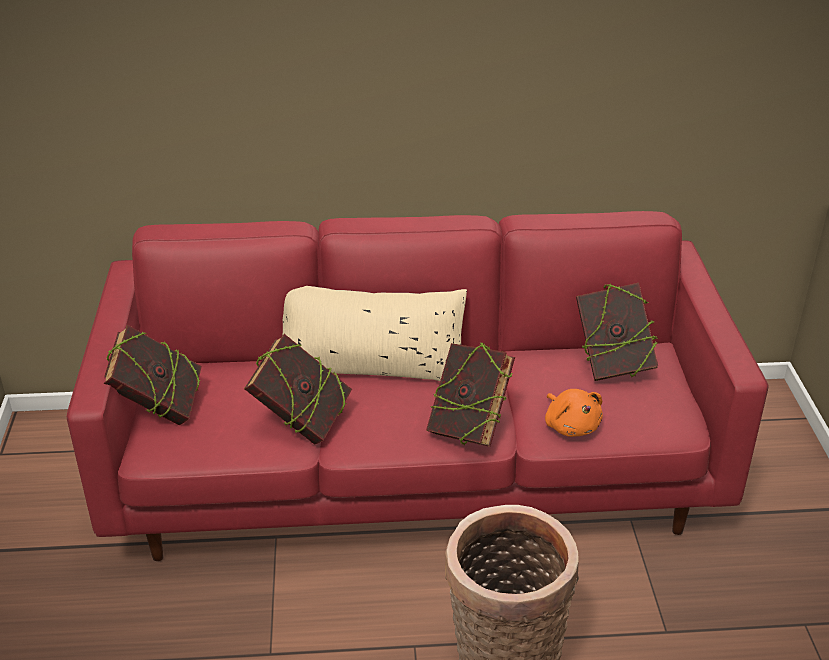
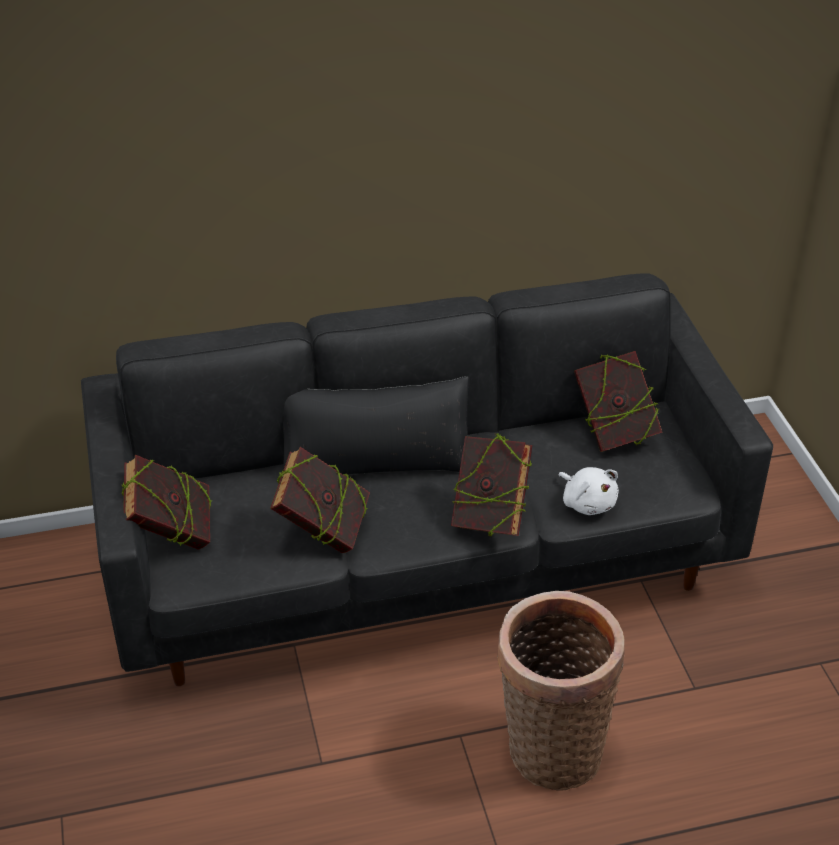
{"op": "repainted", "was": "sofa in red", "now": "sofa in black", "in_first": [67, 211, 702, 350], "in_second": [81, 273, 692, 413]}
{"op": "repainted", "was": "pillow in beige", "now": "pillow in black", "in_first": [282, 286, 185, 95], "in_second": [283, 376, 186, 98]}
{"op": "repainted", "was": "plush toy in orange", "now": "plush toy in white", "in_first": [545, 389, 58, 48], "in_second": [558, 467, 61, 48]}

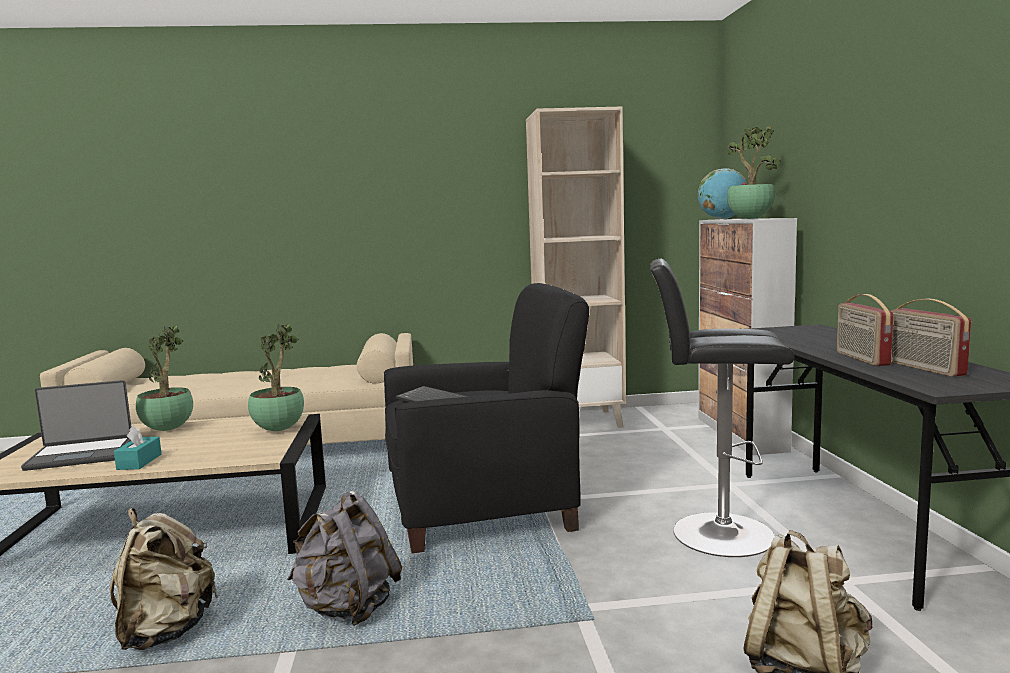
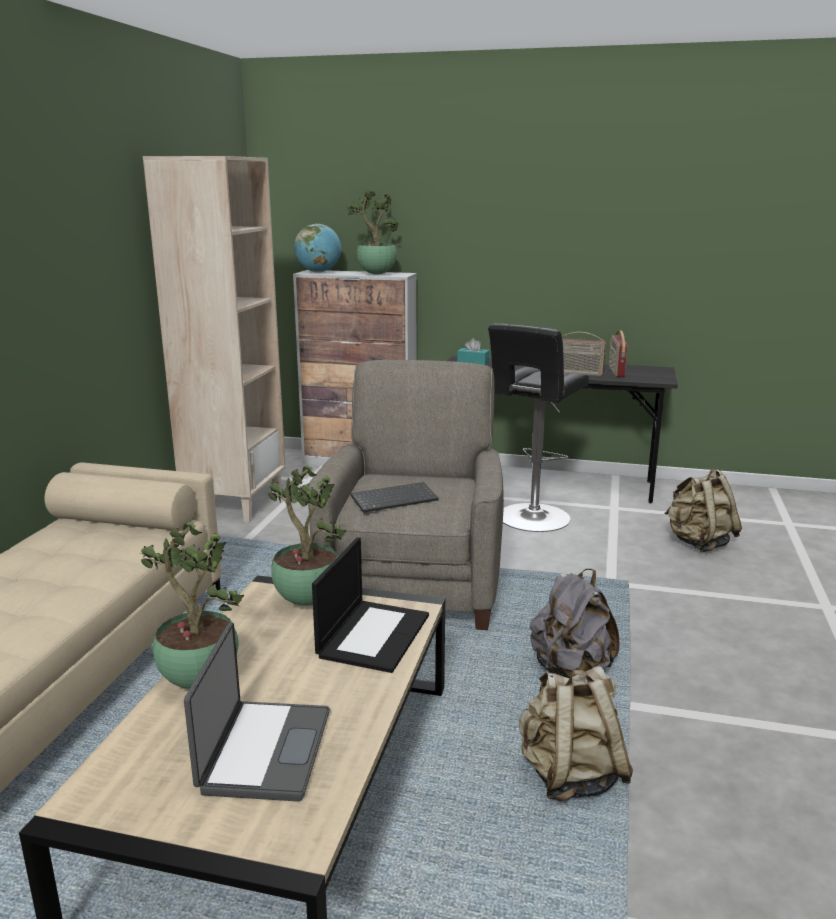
{"op": "shifted", "was": "tissue box in turquoise", "in_first": [114, 425, 48, 45], "in_second": [457, 338, 33, 27]}
{"op": "repainted", "was": "armchair in black", "now": "armchair in beige", "in_first": [384, 283, 205, 270], "in_second": [308, 360, 196, 270]}
{"op": "rotated", "was": "radio", "in_first": [891, 299, 80, 78], "in_second": [609, 330, 19, 48], "clockwise": 90}
{"op": "new", "now": "laptop", "in_second": [312, 537, 117, 136]}

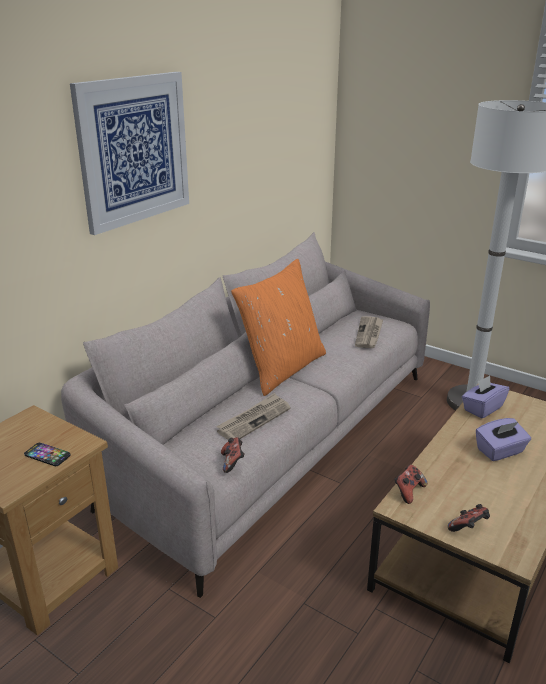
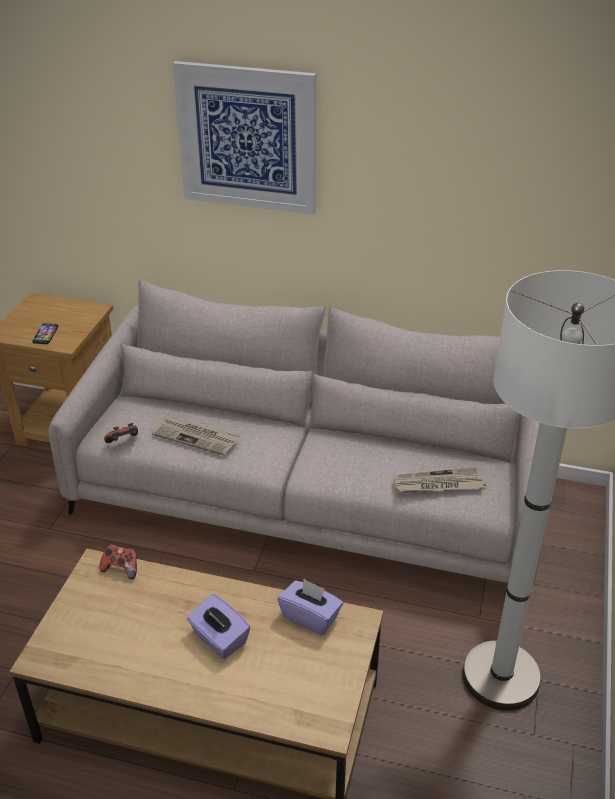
{"op": "gone", "was": "pillow in orange", "in_first": [231, 259, 95, 137]}
{"op": "gone", "was": "game controller", "in_first": [448, 504, 42, 28]}

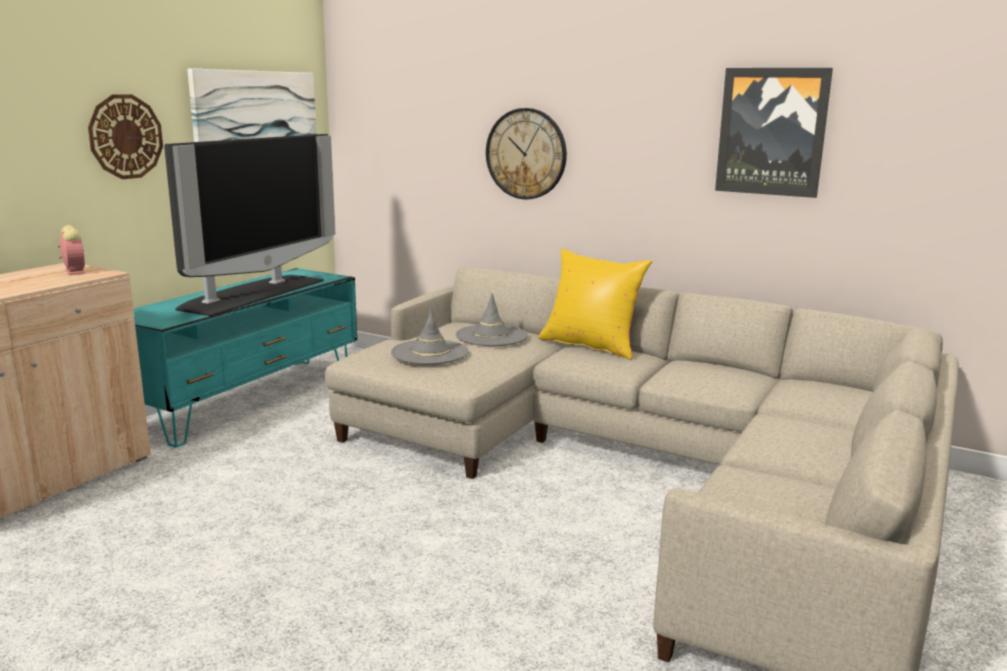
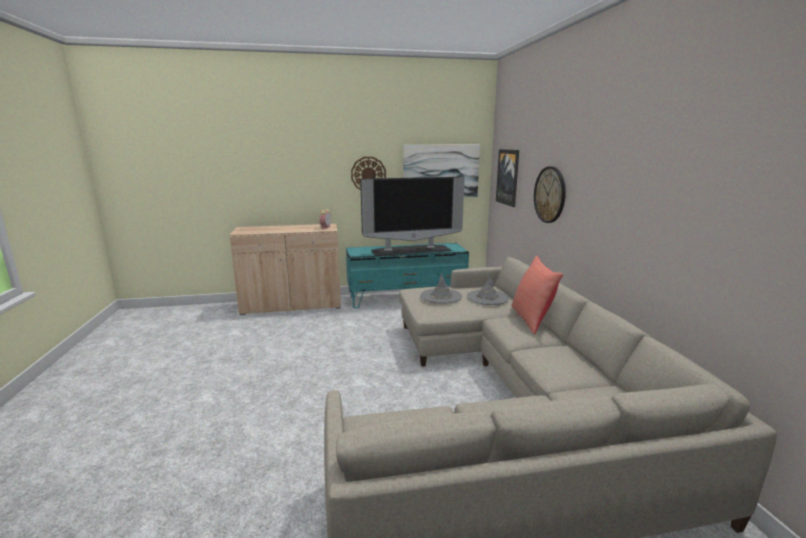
{"op": "repainted", "was": "pillow in yellow", "now": "pillow in red", "in_first": [538, 248, 114, 112], "in_second": [511, 256, 52, 78]}
{"op": "shifted", "was": "picture", "in_first": [715, 68, 118, 130], "in_second": [496, 149, 23, 58]}

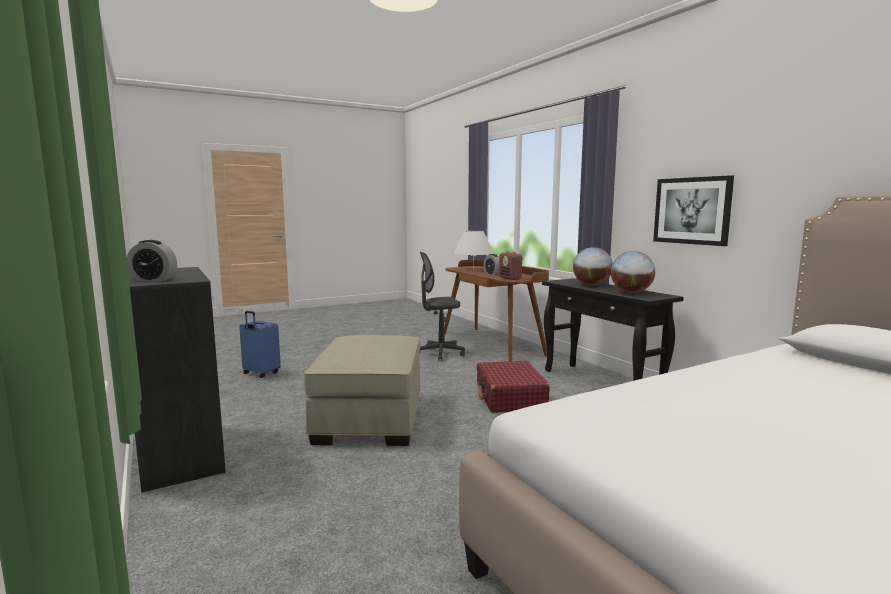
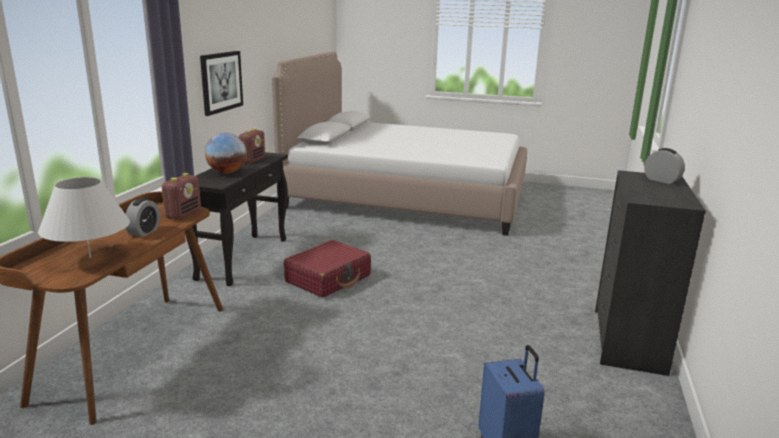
{"op": "gone", "was": "ottoman in beige", "in_first": [304, 335, 117, 111]}
{"op": "gone", "was": "office chair in grey", "in_first": [419, 252, 46, 109]}
{"op": "swapped", "was": "globe", "now": "radio", "in_first": [611, 251, 44, 42], "in_second": [239, 128, 26, 35]}

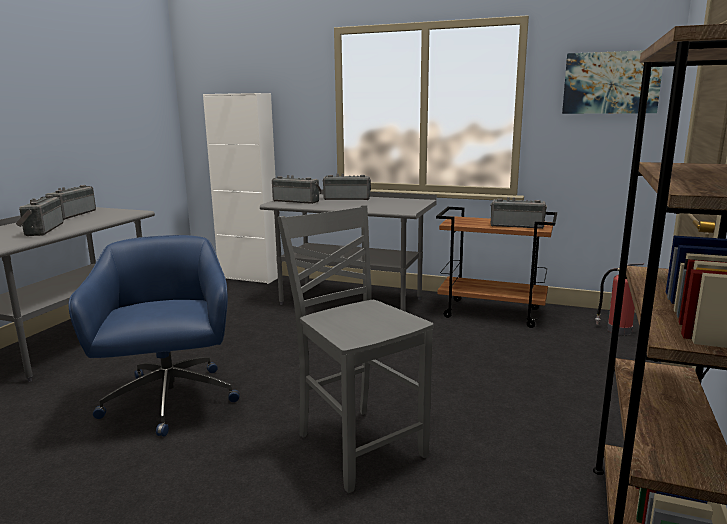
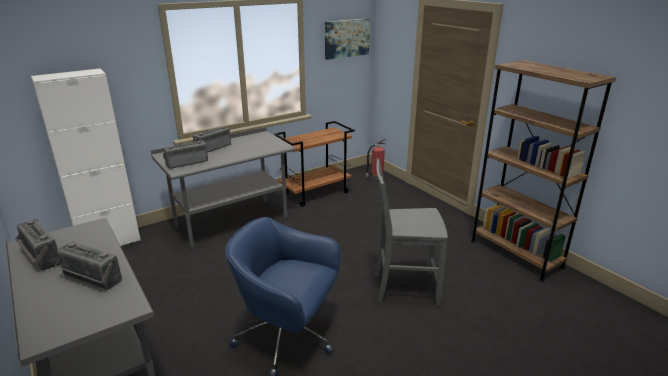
{"op": "gone", "was": "radio", "in_first": [491, 197, 56, 32]}

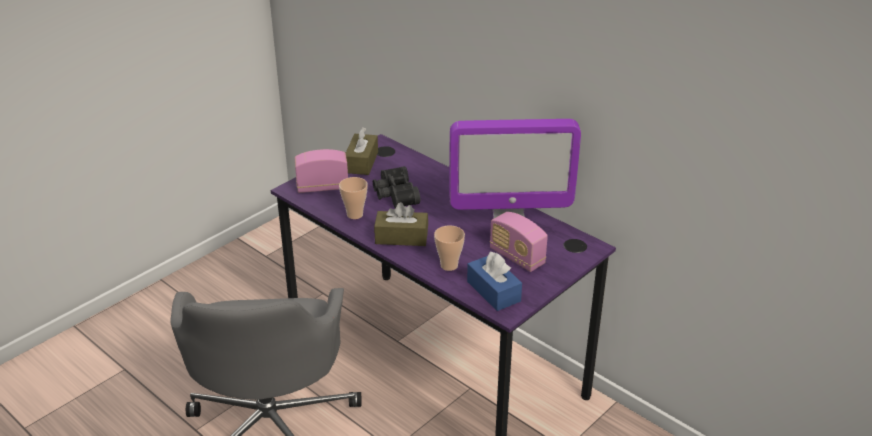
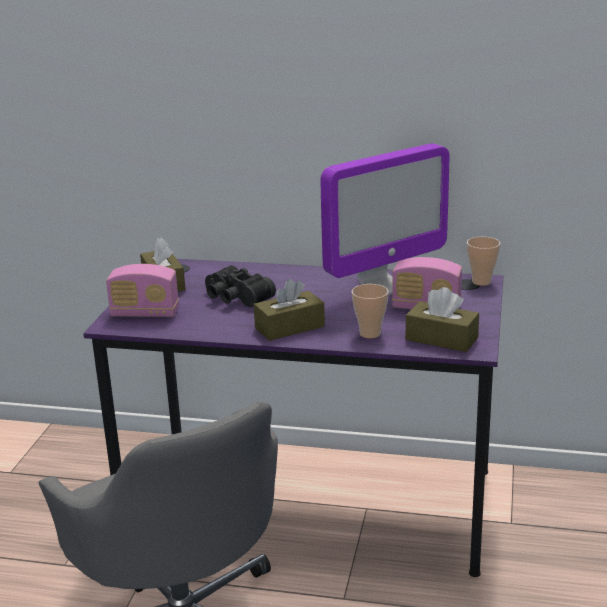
{"op": "rotated", "was": "radio", "in_first": [295, 149, 53, 44], "in_second": [106, 264, 73, 53], "clockwise": -135}
{"op": "shifted", "was": "cup", "in_first": [339, 177, 29, 42], "in_second": [467, 237, 34, 49]}
{"op": "repainted", "was": "tissue box in blue", "now": "tissue box in brown", "in_first": [467, 252, 55, 59], "in_second": [406, 287, 73, 65]}

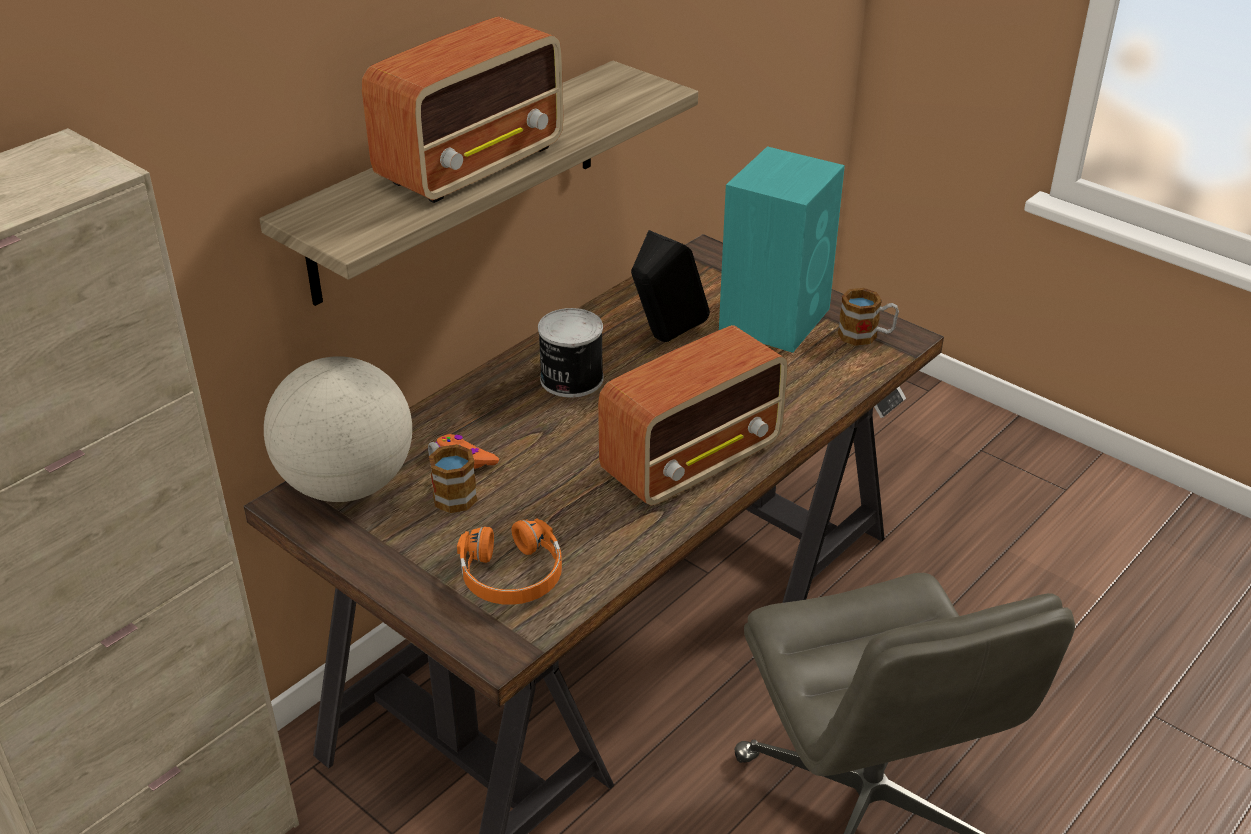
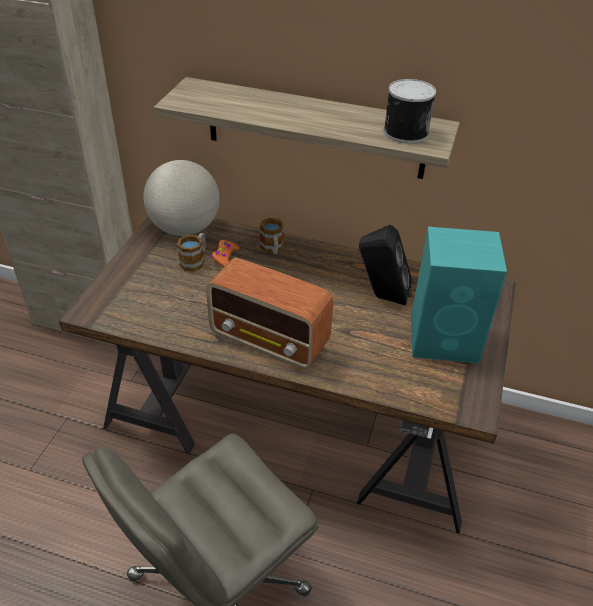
{"op": "gone", "was": "radio", "in_first": [362, 16, 202, 187]}
{"op": "gone", "was": "headphones in orange", "in_first": [457, 518, 105, 87]}
{"op": "shifted", "was": "can", "in_first": [538, 308, 66, 90], "in_second": [384, 79, 52, 65]}
{"op": "shifted", "was": "mug", "in_first": [838, 288, 61, 58], "in_second": [260, 218, 24, 37]}

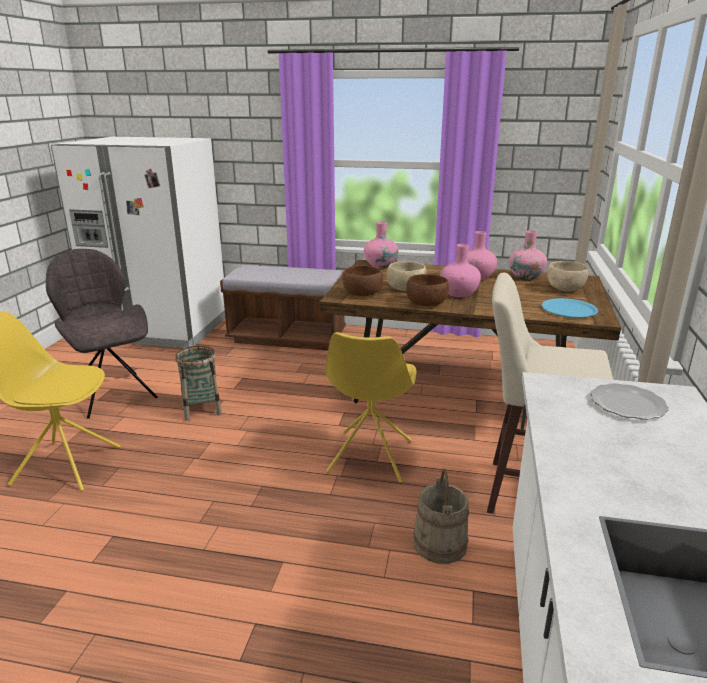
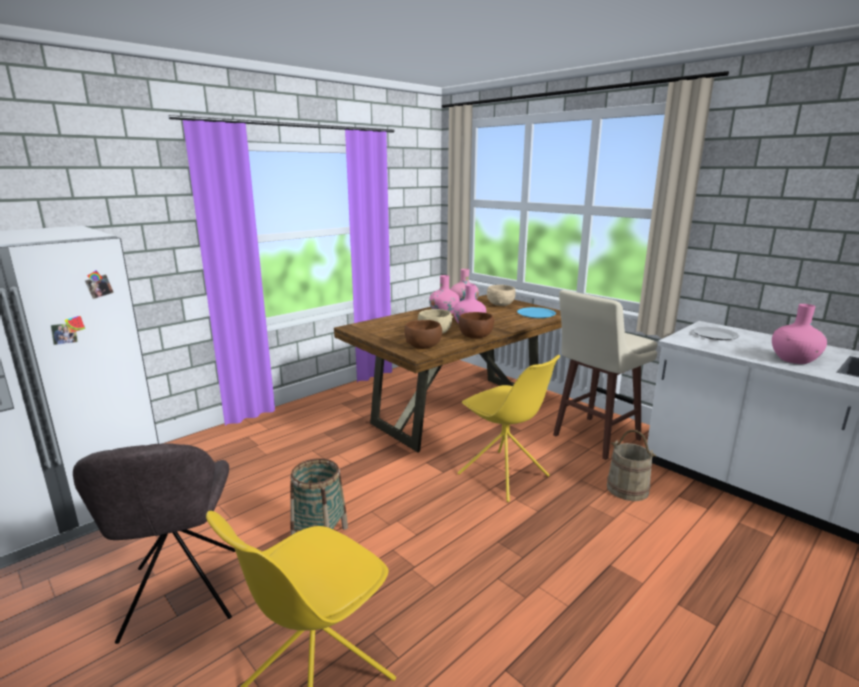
{"op": "rotated", "was": "chair in grey", "in_first": [46, 249, 112, 170], "in_second": [73, 443, 163, 201], "clockwise": -105}
{"op": "gone", "was": "bench in brown", "in_first": [220, 265, 126, 86]}
{"op": "shifted", "was": "vase in pink", "in_first": [364, 222, 34, 46], "in_second": [772, 304, 55, 60]}

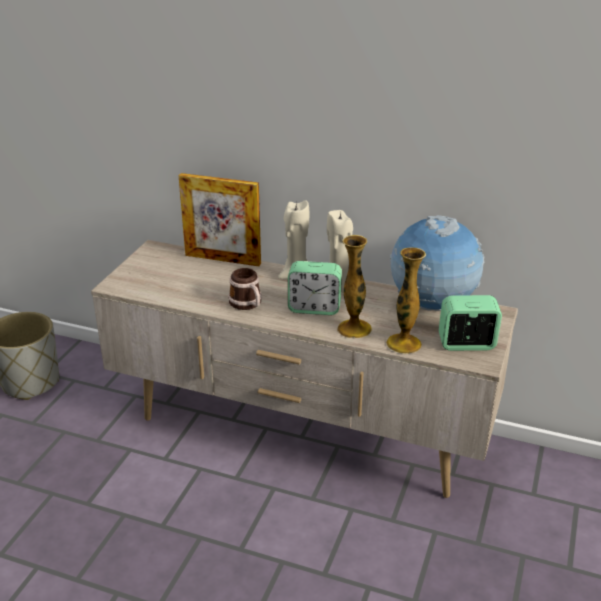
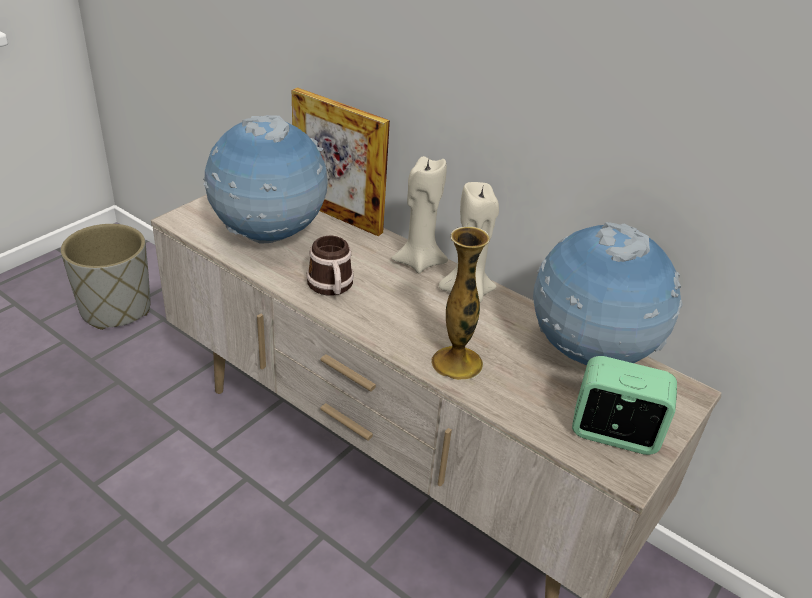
{"op": "gone", "was": "alarm clock", "in_first": [288, 261, 54, 54]}
{"op": "gone", "was": "vase", "in_first": [386, 247, 40, 107]}
{"op": "new", "now": "globe", "in_second": [203, 115, 125, 129]}

